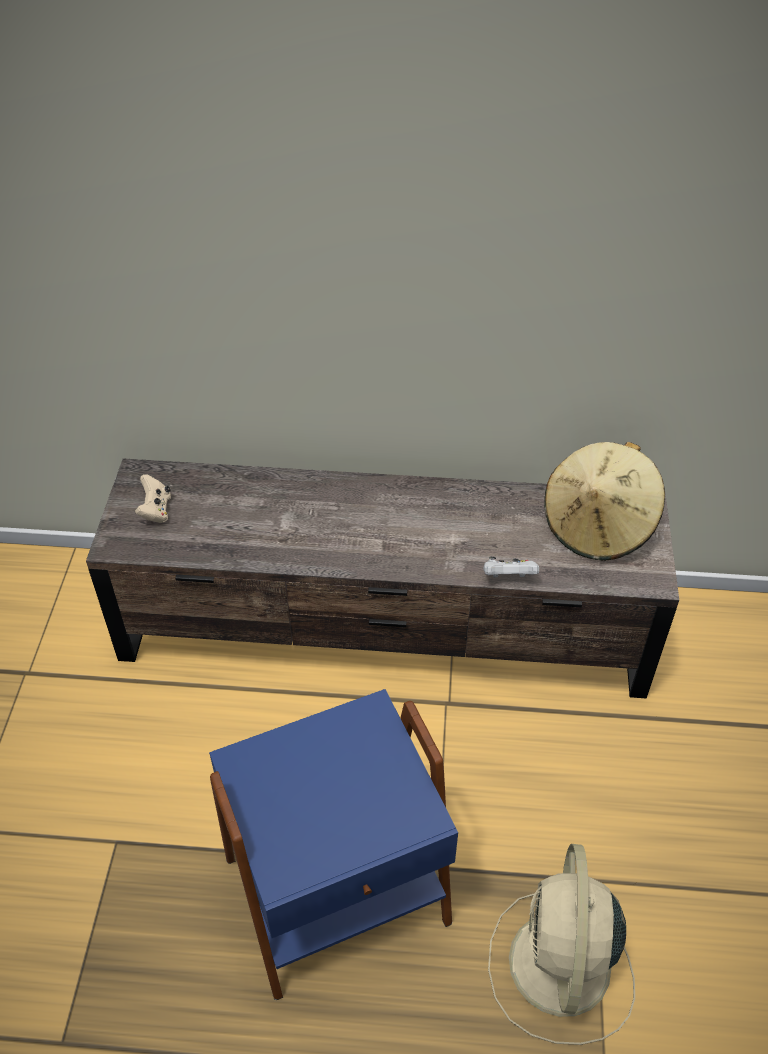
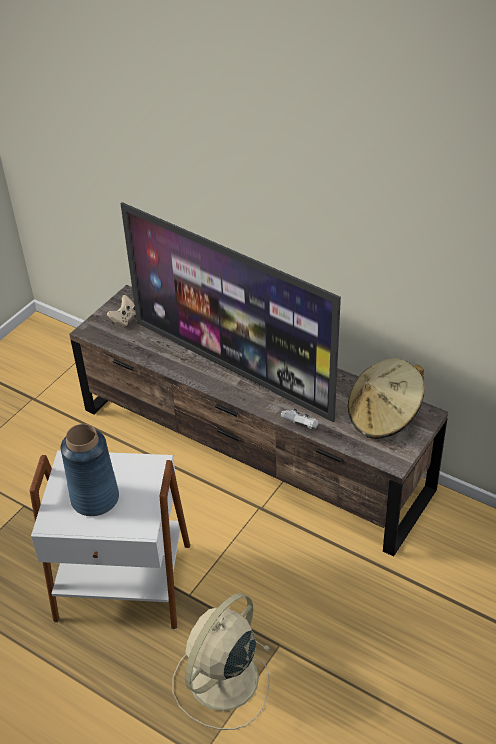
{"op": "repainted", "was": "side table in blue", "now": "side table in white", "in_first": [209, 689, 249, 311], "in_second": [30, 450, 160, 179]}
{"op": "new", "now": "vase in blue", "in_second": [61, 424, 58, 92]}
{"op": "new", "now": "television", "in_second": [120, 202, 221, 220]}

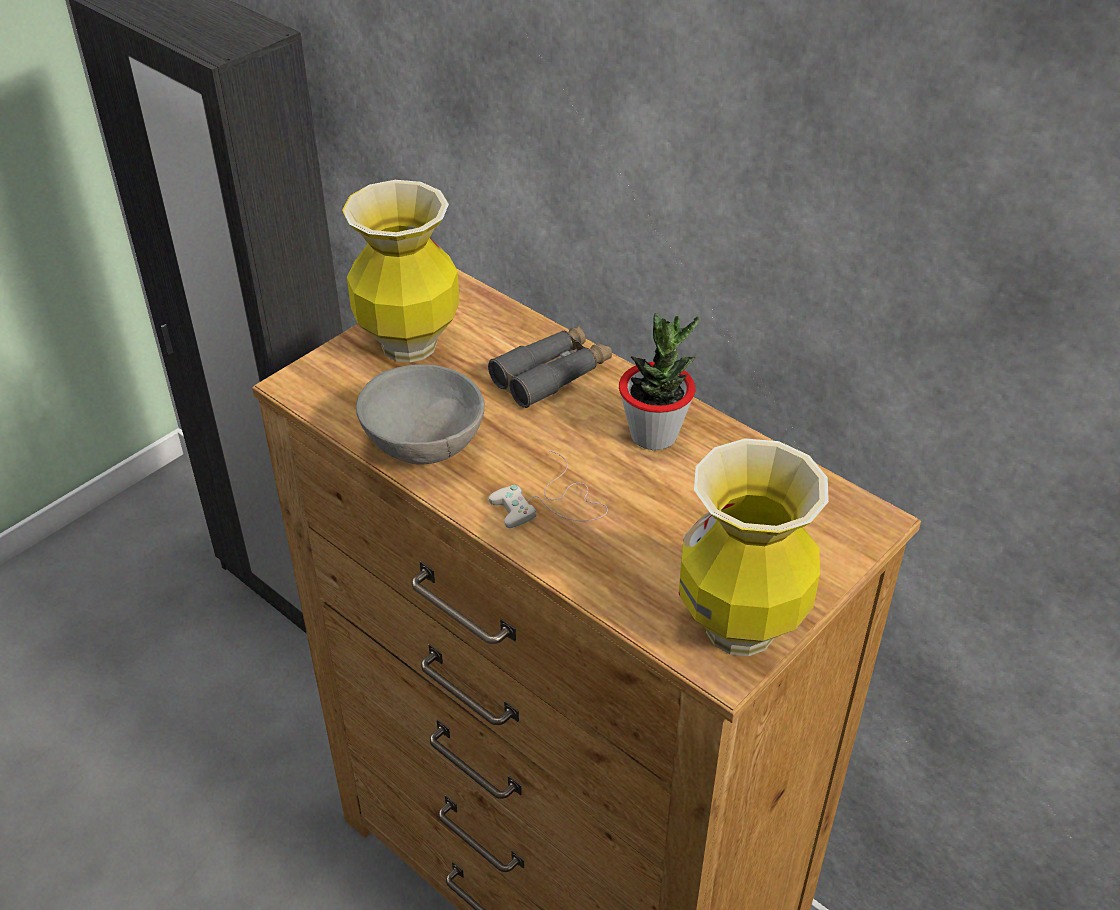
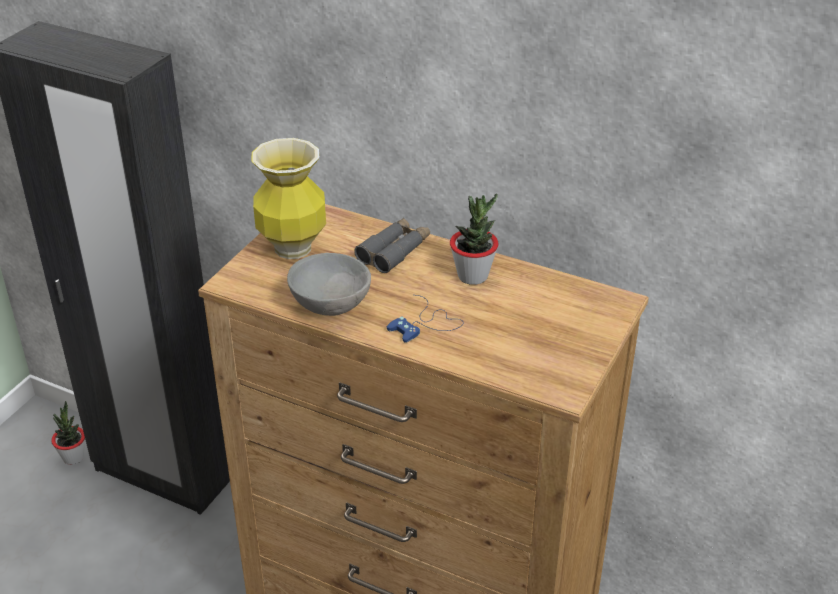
{"op": "repainted", "was": "game controller in white", "now": "game controller in blue", "in_first": [488, 451, 120, 77], "in_second": [387, 295, 77, 48]}
{"op": "gone", "was": "vase", "in_first": [679, 438, 150, 218]}
{"op": "new", "now": "potted plant", "in_second": [51, 401, 34, 64]}

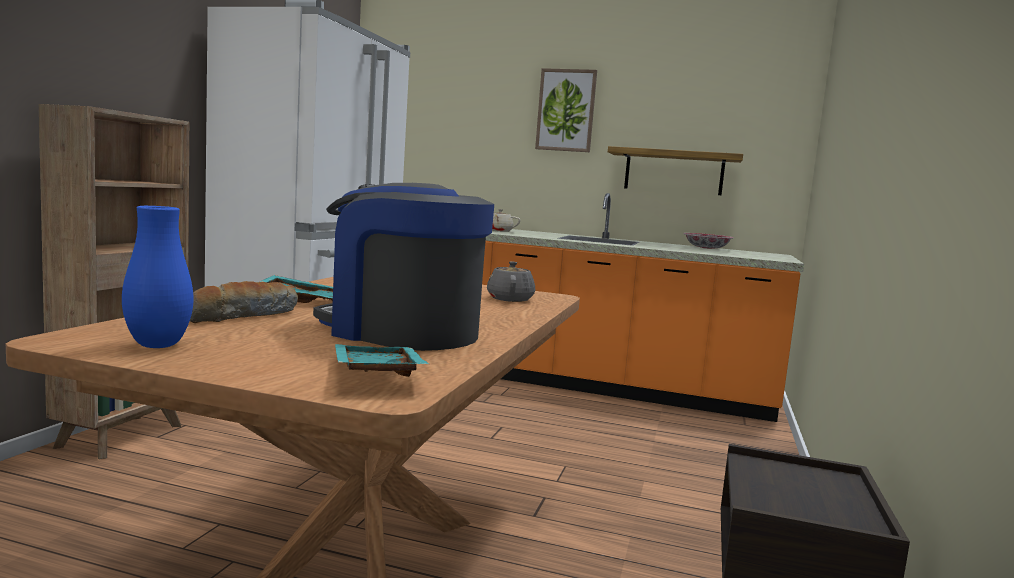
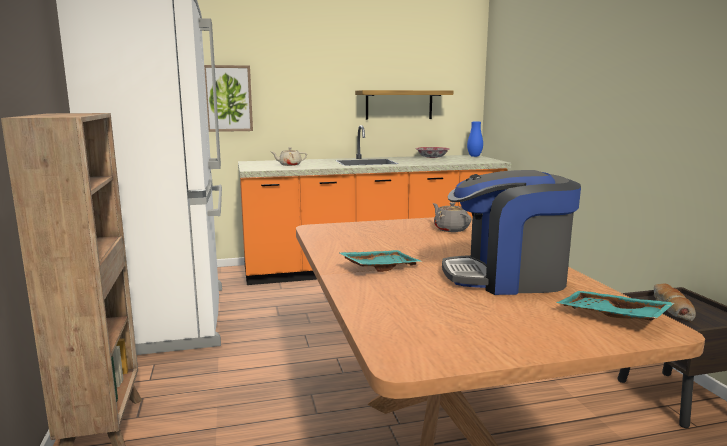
{"op": "shifted", "was": "vase in blue", "in_first": [122, 206, 71, 142], "in_second": [467, 121, 16, 36]}
{"op": "shifted", "was": "bread", "in_first": [190, 281, 108, 42], "in_second": [654, 283, 42, 38]}
{"op": "shifted", "was": "picture", "in_first": [535, 68, 62, 84], "in_second": [204, 65, 49, 67]}

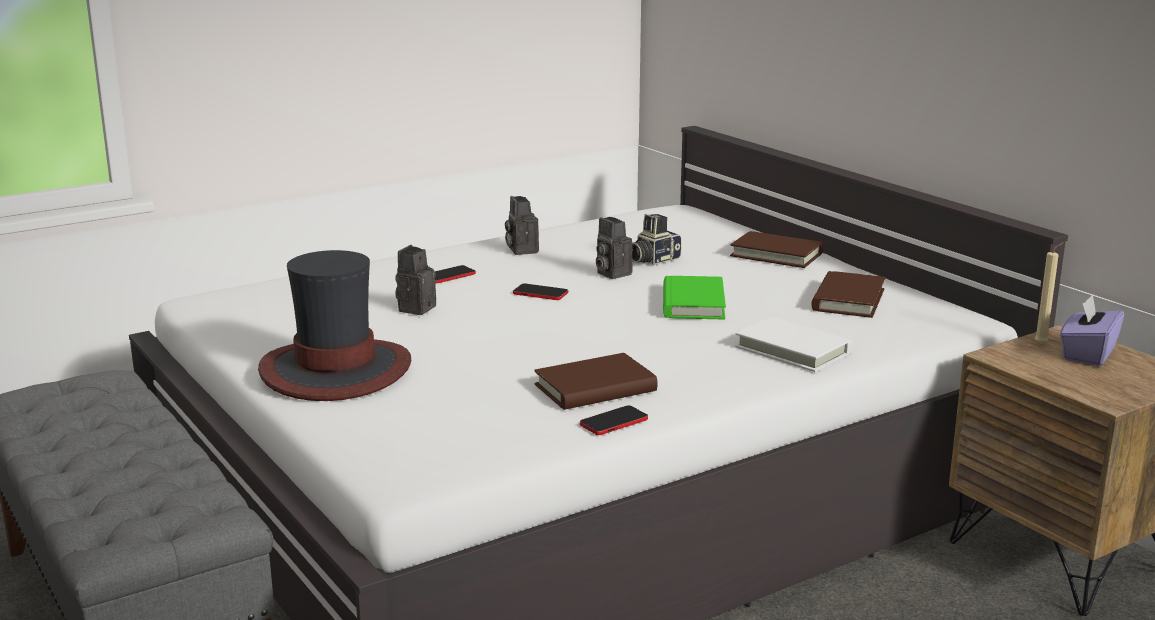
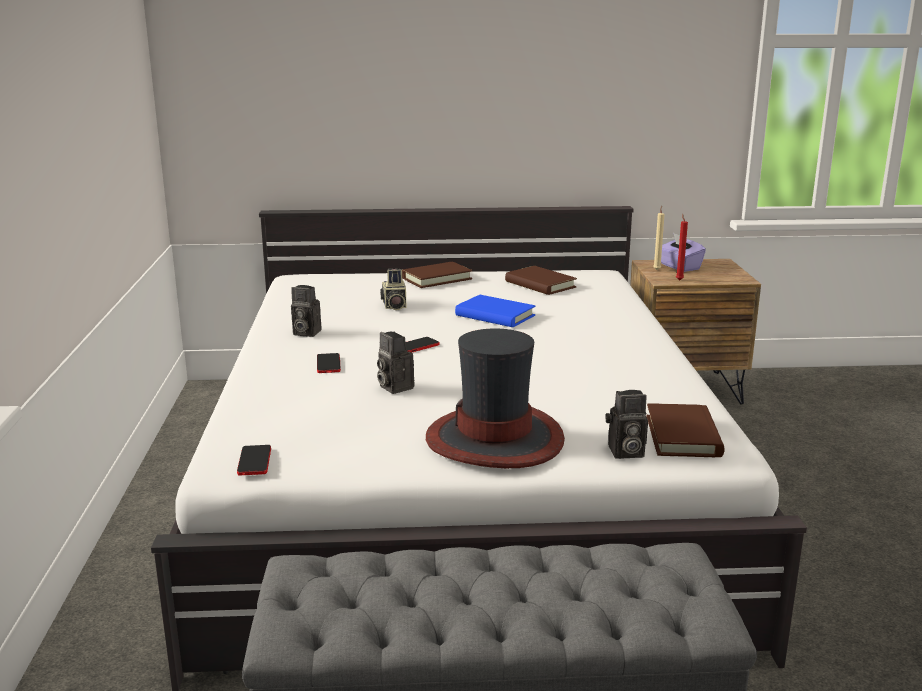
{"op": "shifted", "was": "book in brown", "in_first": [534, 353, 124, 57], "in_second": [646, 403, 79, 54]}
{"op": "shifted", "was": "phone", "in_first": [580, 405, 68, 30], "in_second": [237, 445, 34, 31]}
{"op": "shifted", "was": "photo camera", "in_first": [596, 217, 37, 62], "in_second": [605, 390, 43, 69]}
{"op": "repainted", "was": "book in green", "now": "book in blue", "in_first": [663, 276, 63, 43], "in_second": [455, 295, 80, 32]}
{"op": "gone", "was": "book in white", "in_first": [735, 317, 117, 55]}
{"op": "new", "now": "candle in red", "in_second": [676, 214, 12, 67]}

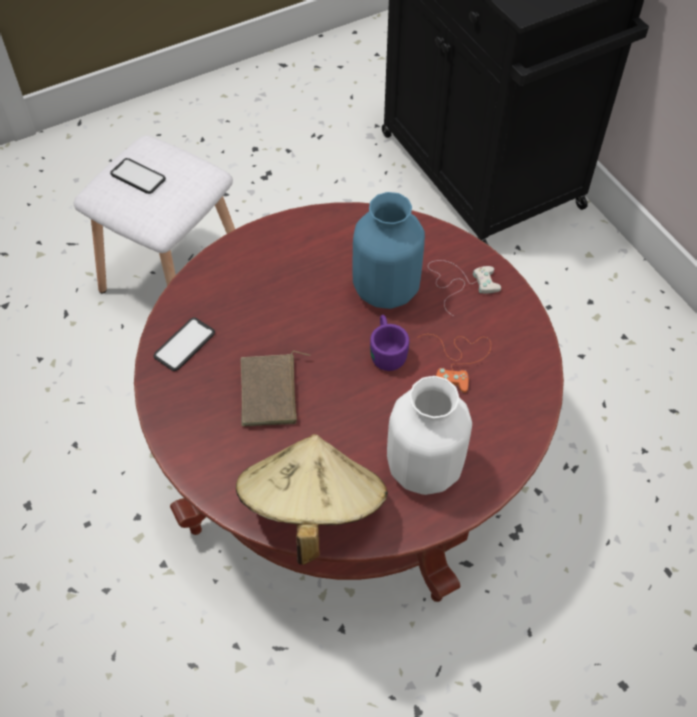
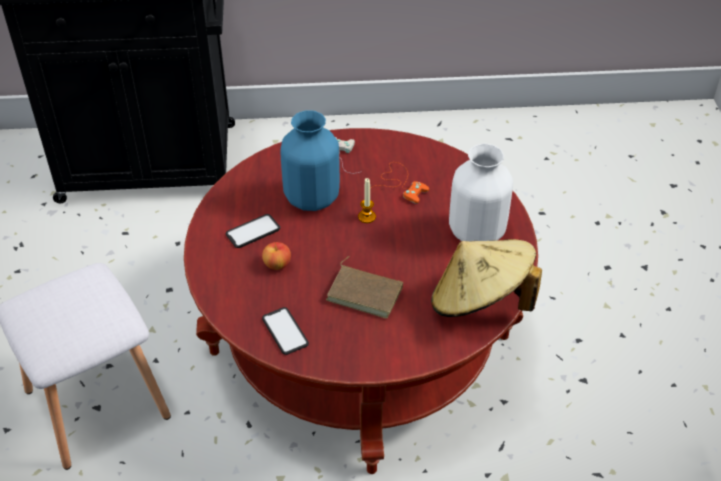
{"op": "shifted", "was": "phone", "in_first": [110, 158, 56, 36], "in_second": [226, 214, 54, 34]}
{"op": "swapped", "was": "mug in purple", "now": "candle", "in_first": [370, 315, 39, 56], "in_second": [358, 178, 18, 45]}
{"op": "new", "now": "apple", "in_second": [262, 242, 29, 28]}

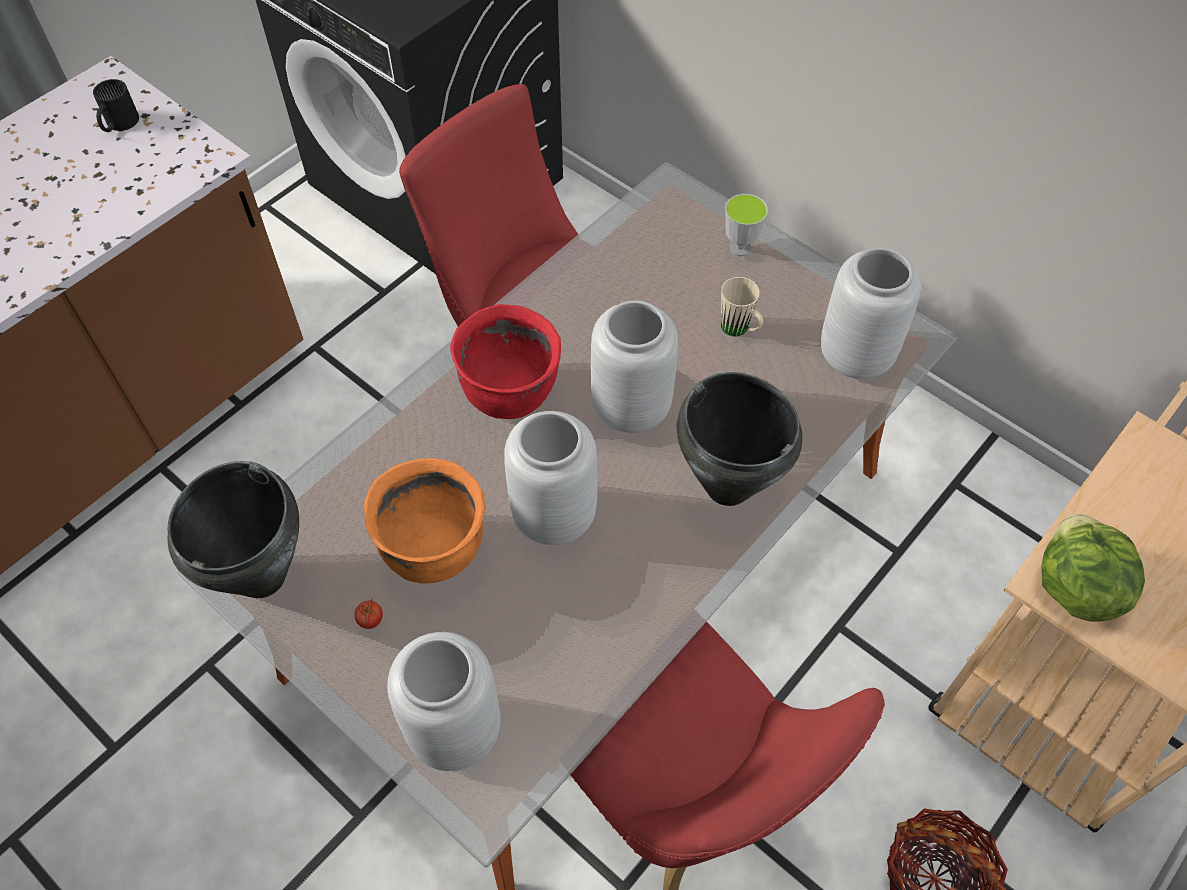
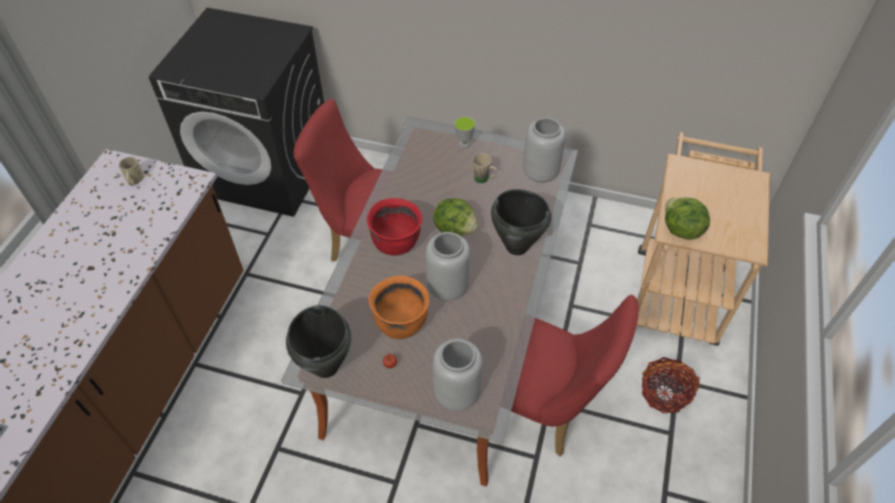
{"op": "repainted", "was": "mug in black", "now": "mug in beige", "in_first": [93, 79, 46, 53], "in_second": [119, 157, 25, 29]}
{"op": "swapped", "was": "vase in grey", "now": "lettuce", "in_first": [591, 300, 87, 133], "in_second": [433, 198, 45, 38]}

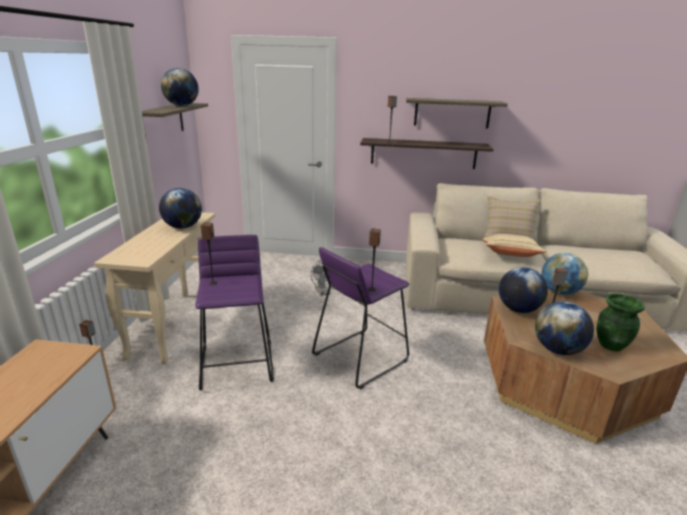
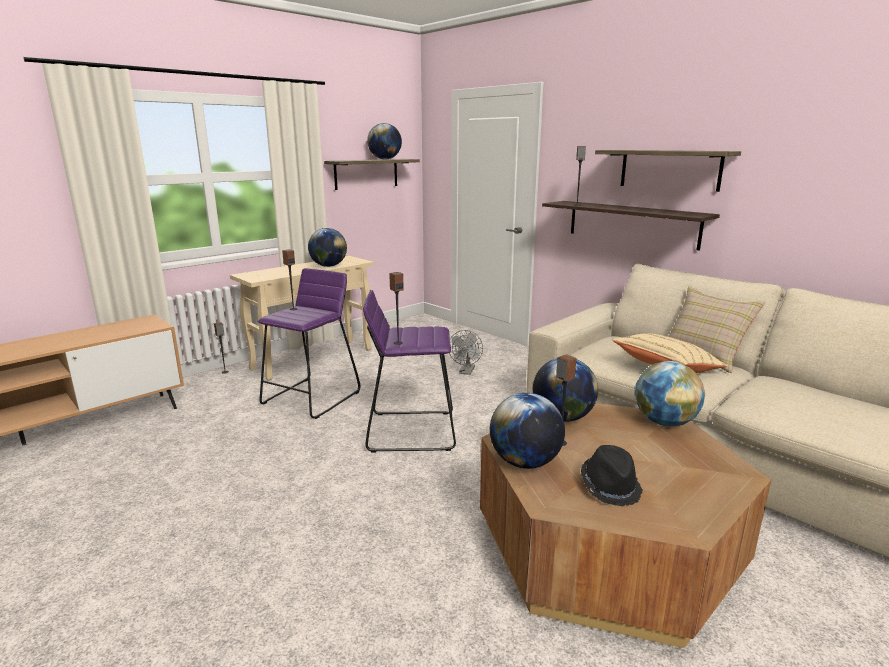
{"op": "swapped", "was": "vase in green", "now": "hat in black", "in_first": [597, 293, 48, 58], "in_second": [581, 445, 62, 62]}

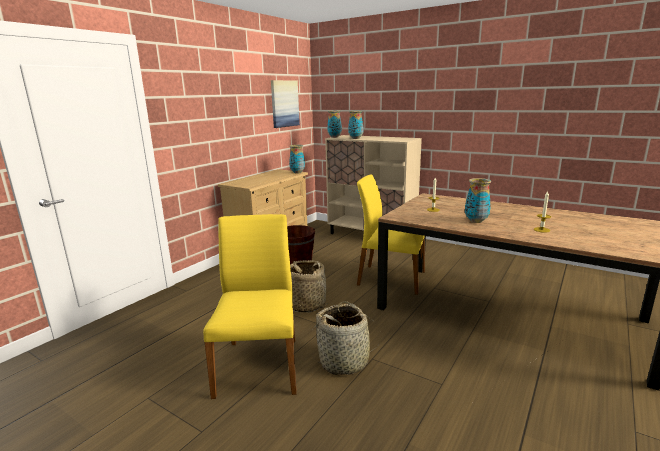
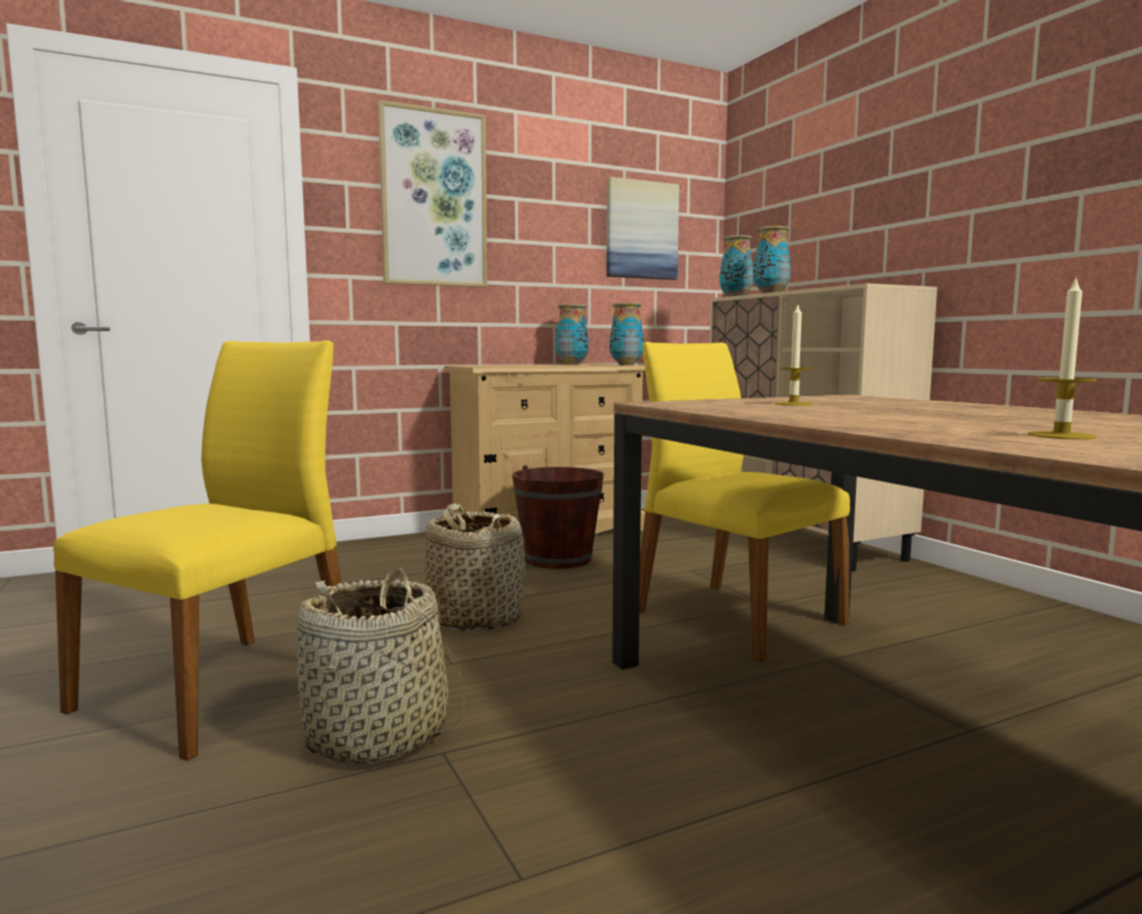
{"op": "shifted", "was": "vase", "in_first": [465, 178, 26, 45], "in_second": [556, 304, 33, 61]}
{"op": "new", "now": "picture", "in_second": [378, 100, 109, 187]}

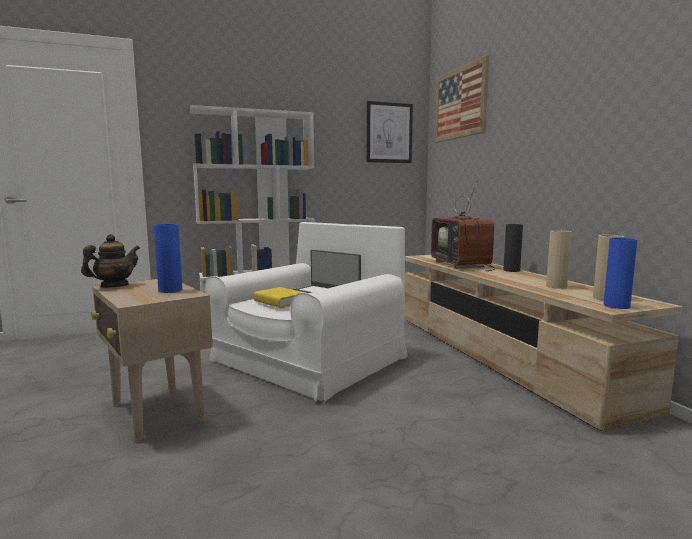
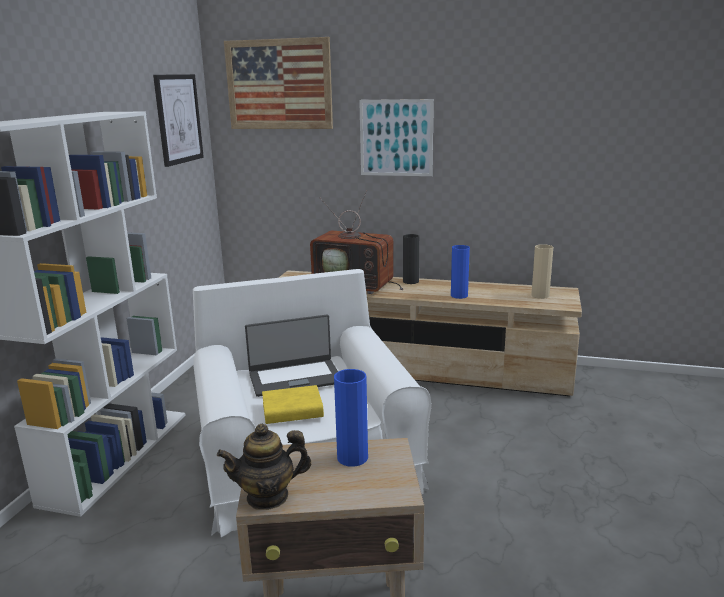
{"op": "rotated", "was": "teapot", "in_first": [81, 234, 59, 54], "in_second": [217, 424, 95, 86], "clockwise": -90}
{"op": "gone", "was": "vase in beige", "in_first": [546, 230, 26, 59]}
{"op": "shifted", "was": "vase in blue", "in_first": [604, 238, 33, 71], "in_second": [451, 245, 19, 54]}
{"op": "new", "now": "picture", "in_second": [359, 99, 75, 77]}

